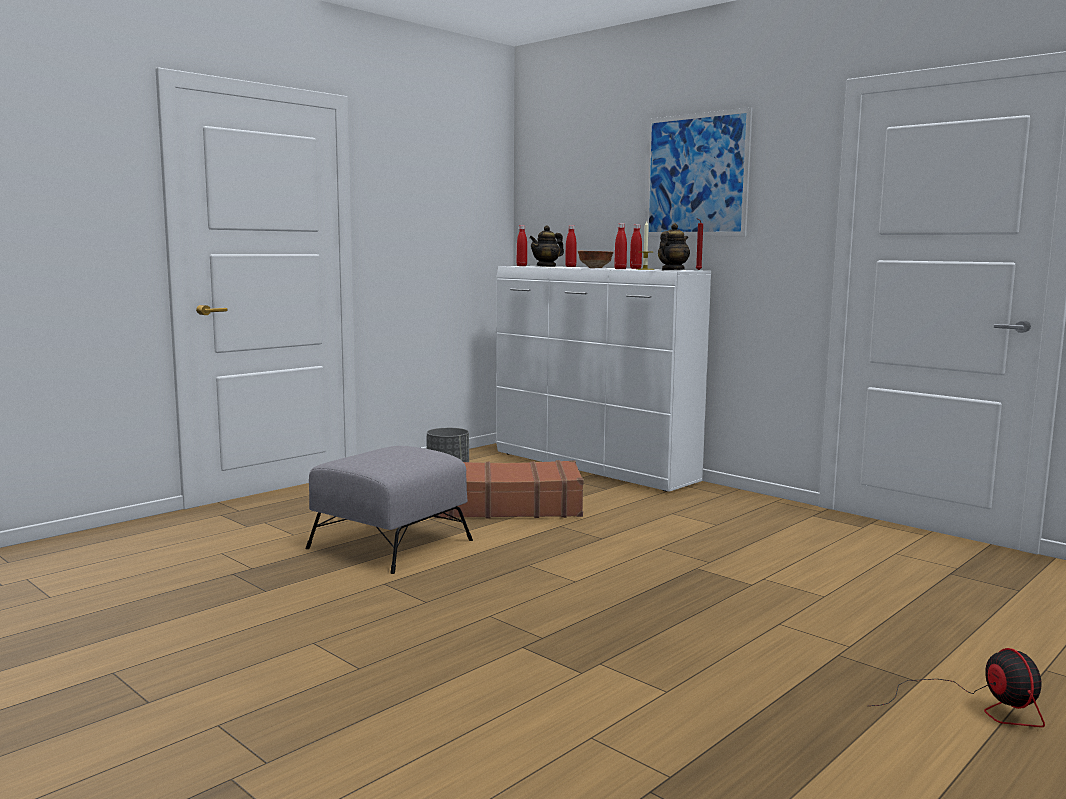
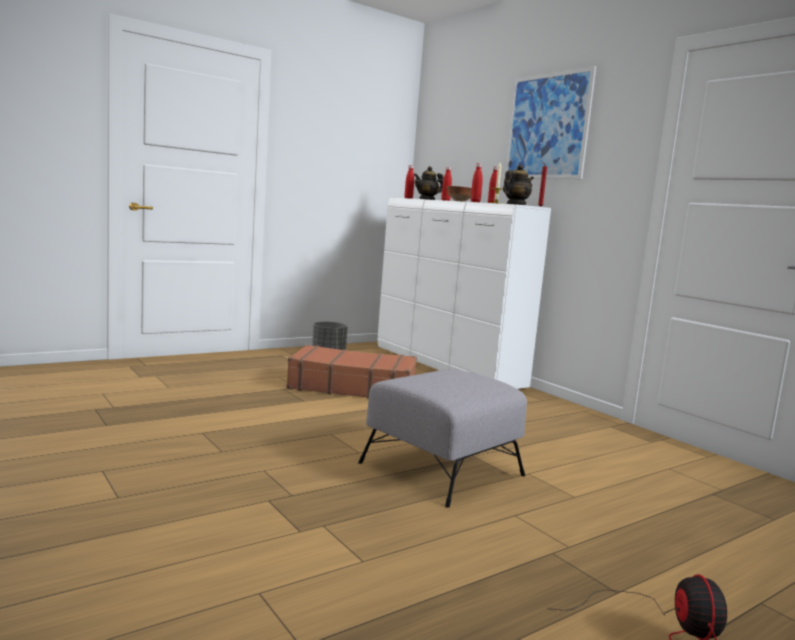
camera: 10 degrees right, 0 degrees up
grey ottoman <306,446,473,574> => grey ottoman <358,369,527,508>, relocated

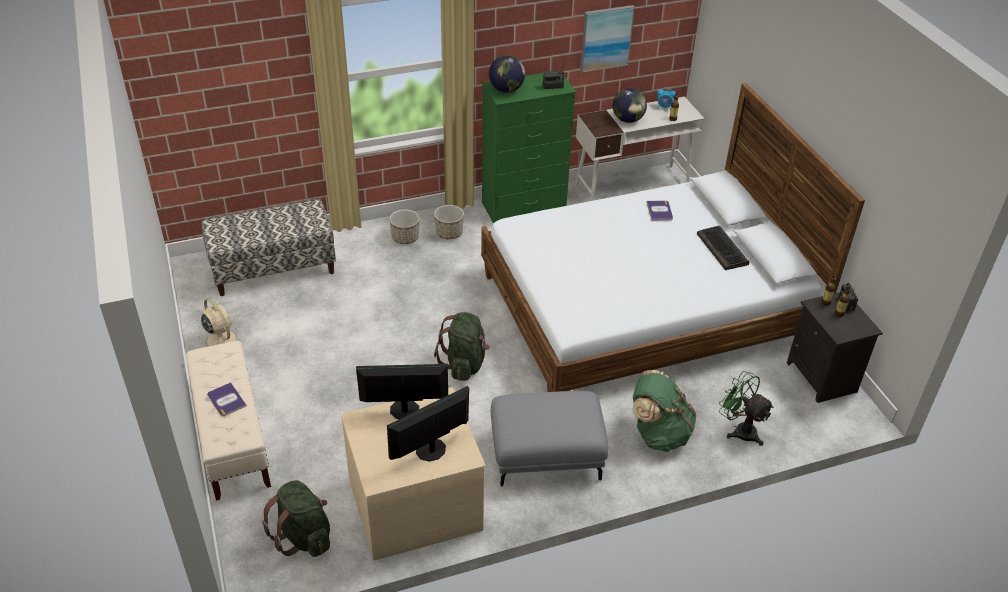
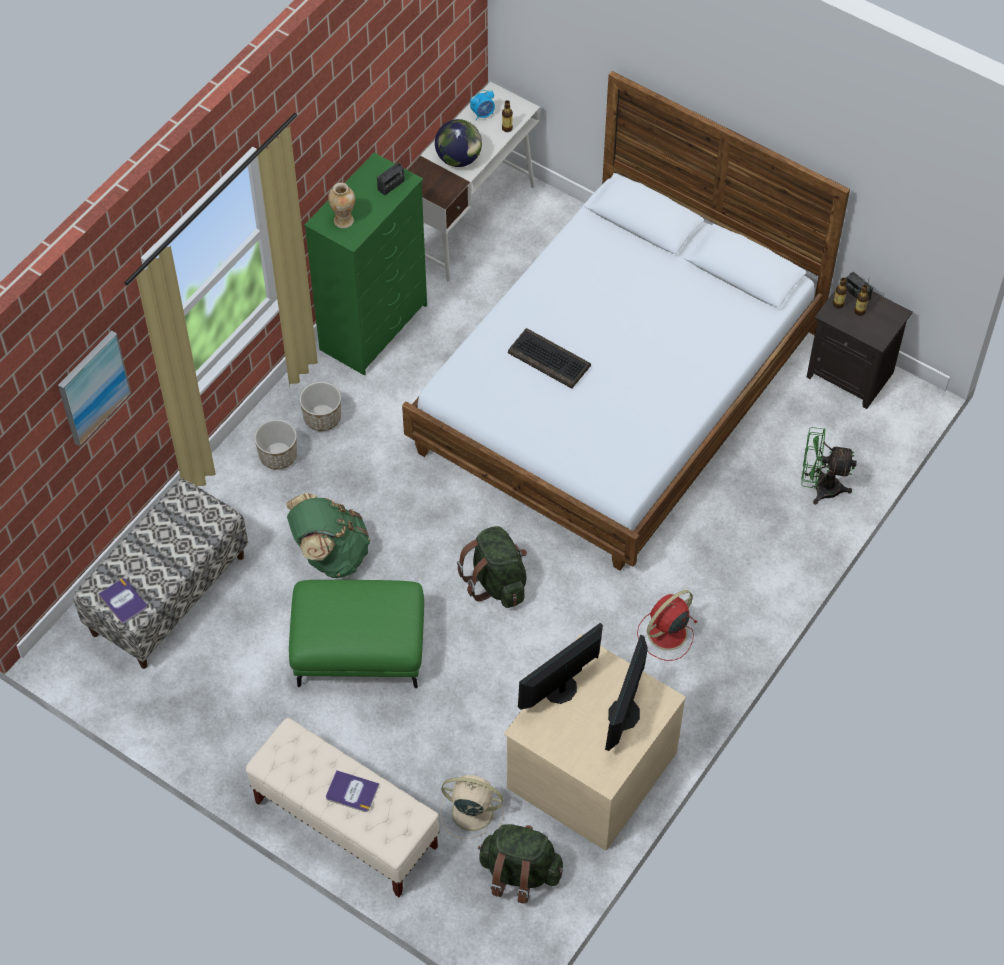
camera: 35 degrees left, 15 degrees up
picture <580,5,635,73> => picture <58,331,131,446>, relocated
book <647,200,673,221> => book <98,578,147,624>, relocated
green backpack <632,370,697,452> => green backpack <287,493,370,578>, relocated
nothing => green ottoman <289,580,424,688>
globe <489,55,525,93> => vase <328,183,355,228>
beige fan <197,298,244,348> => beige fan <440,775,504,839>, relocated
keyboard <697,226,749,270> => keyboard <508,328,591,389>, relocated
grey ottoman <491,391,608,486> => red fan <637,590,698,661>

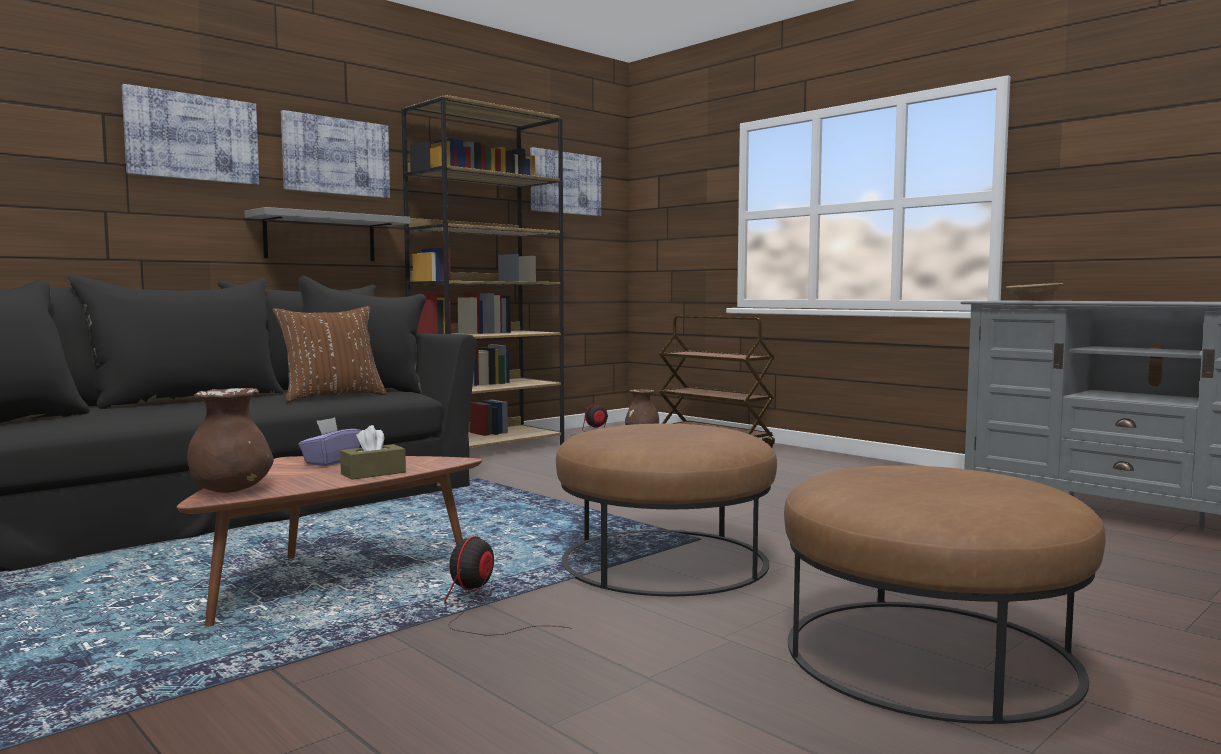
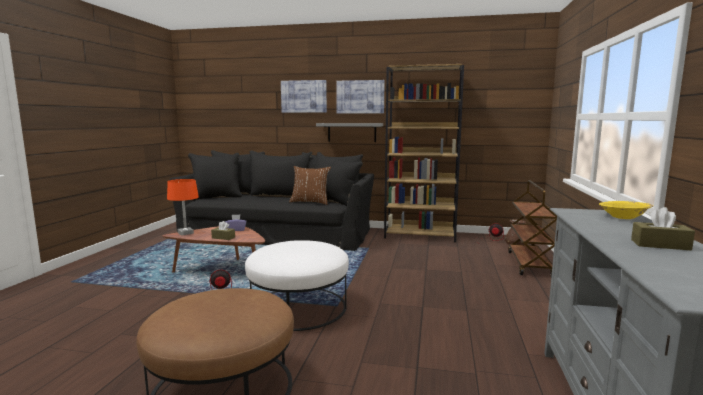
camera: 55 degrees right, 5 degrees up
brown vase <187,388,274,493> => orange table lamp <167,179,199,236>
brown ottoman <556,424,777,596> => white ottoman <245,240,349,331>
brown bowl <1006,283,1064,300> => yellow bowl <599,201,653,219>
nothing => brown tissue box <631,207,695,251>
picture <530,147,601,216> => nothing

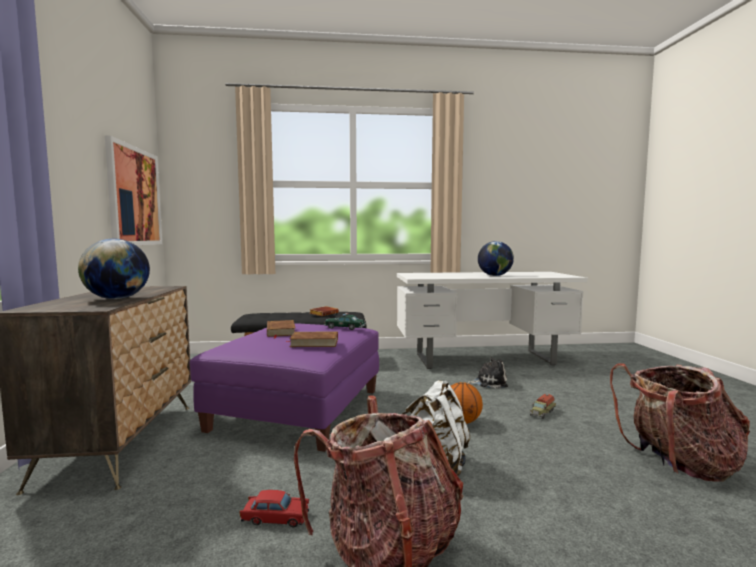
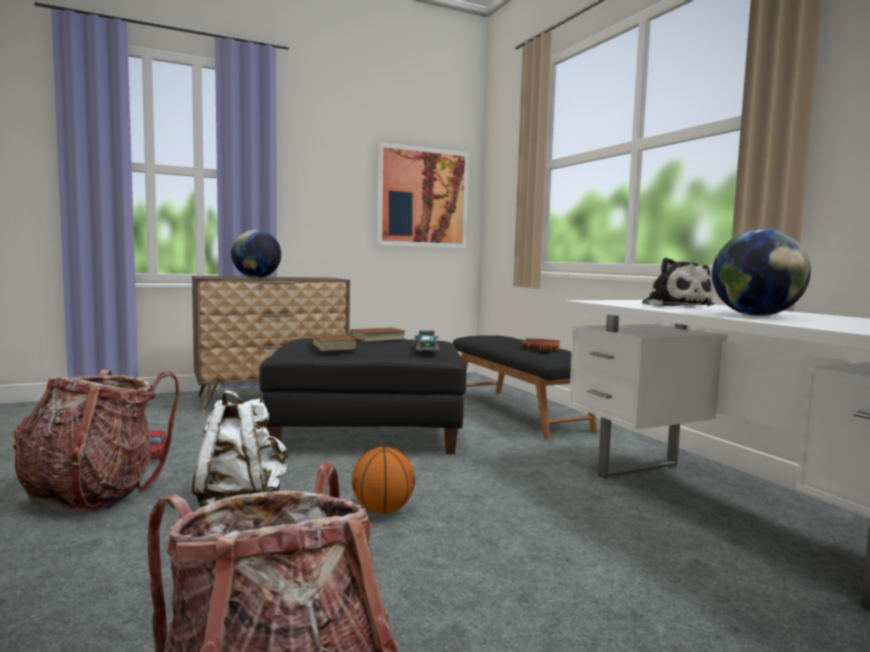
camera: 70 degrees right, 0 degrees up
purple ottoman <190,323,379,452> => black ottoman <259,338,466,454>
plush toy <466,357,508,389> => plush toy <642,258,714,306>, relocated
toy truck <530,394,556,419> => nothing

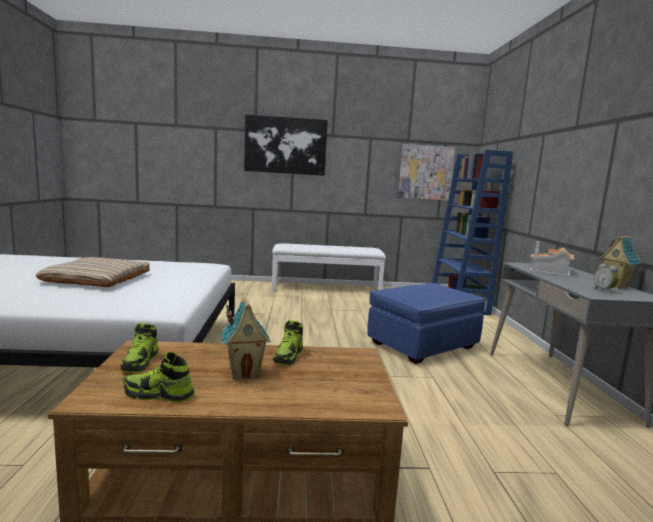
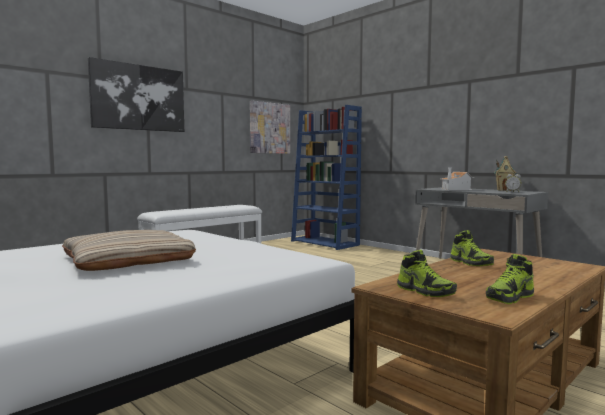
camera: 40 degrees left, 5 degrees down
toy house <221,296,271,380> => nothing
blue ottoman <367,283,486,364> => nothing

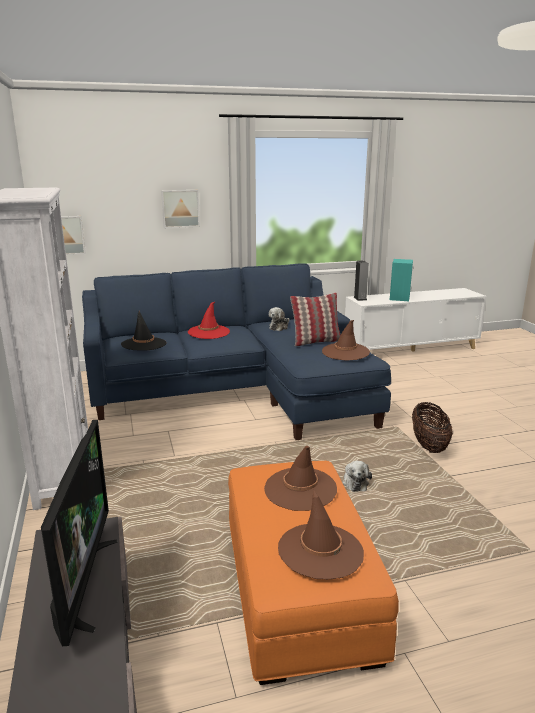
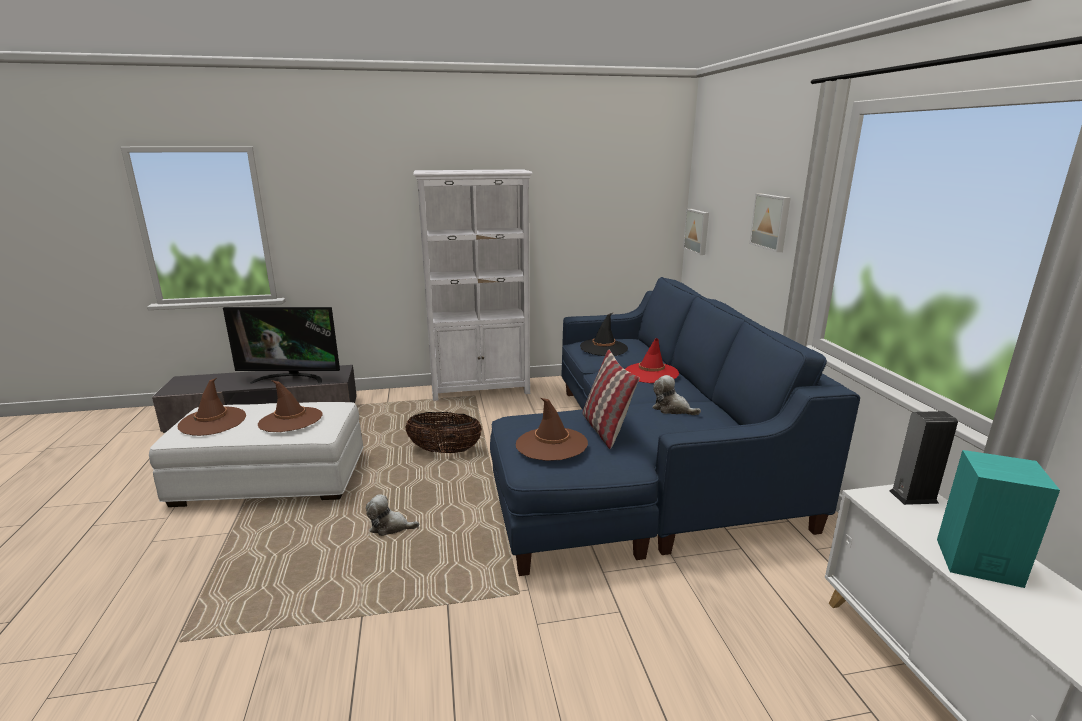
camera: 95 degrees right, 0 degrees up
orange ottoman <228,461,399,685> => white ottoman <149,402,363,507>
basket <412,402,453,453> => basket <405,412,482,453>, relocated

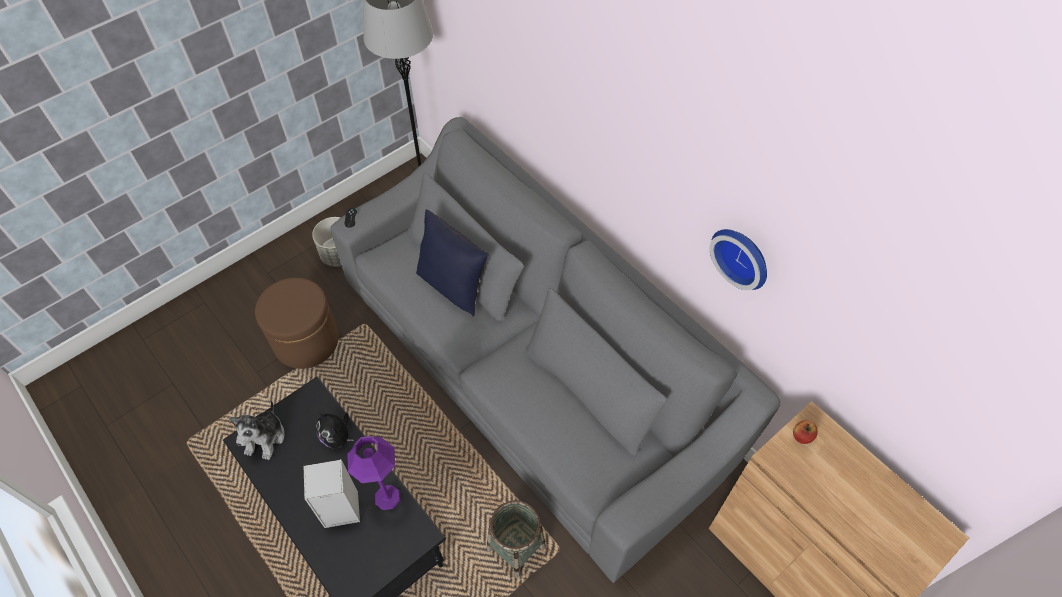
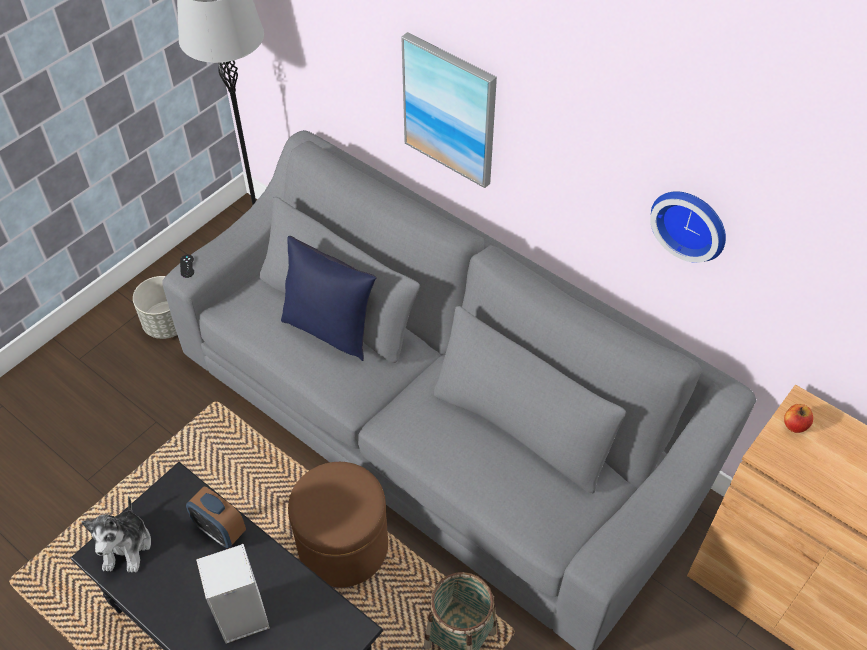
camera: 10 degrees left, 5 degrees down
plush toy <316,412,354,448> => alarm clock <186,486,246,548>
brown ottoman <255,277,339,369> => brown ottoman <288,462,388,587>, relocated
nothing => picture <401,32,497,188>
purple table lamp <347,436,400,510> => nothing

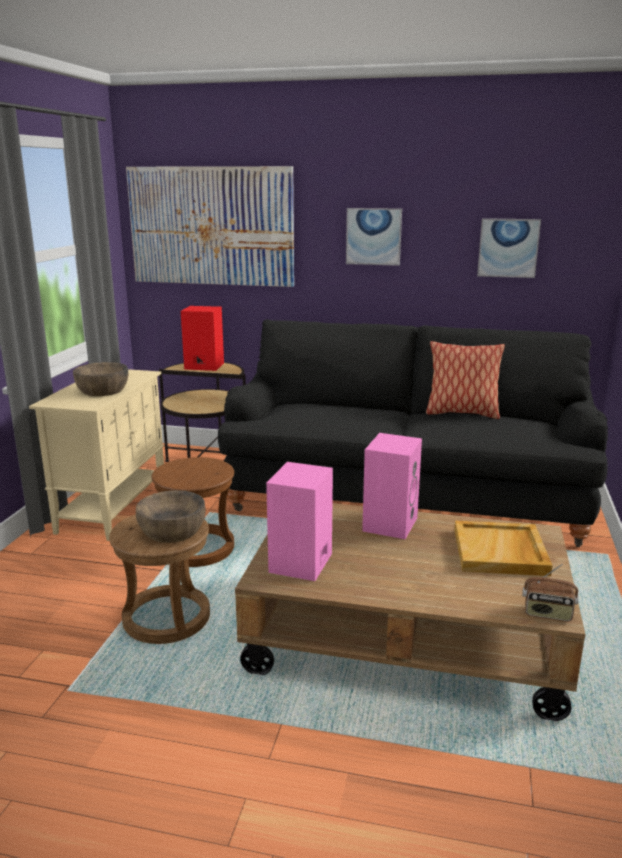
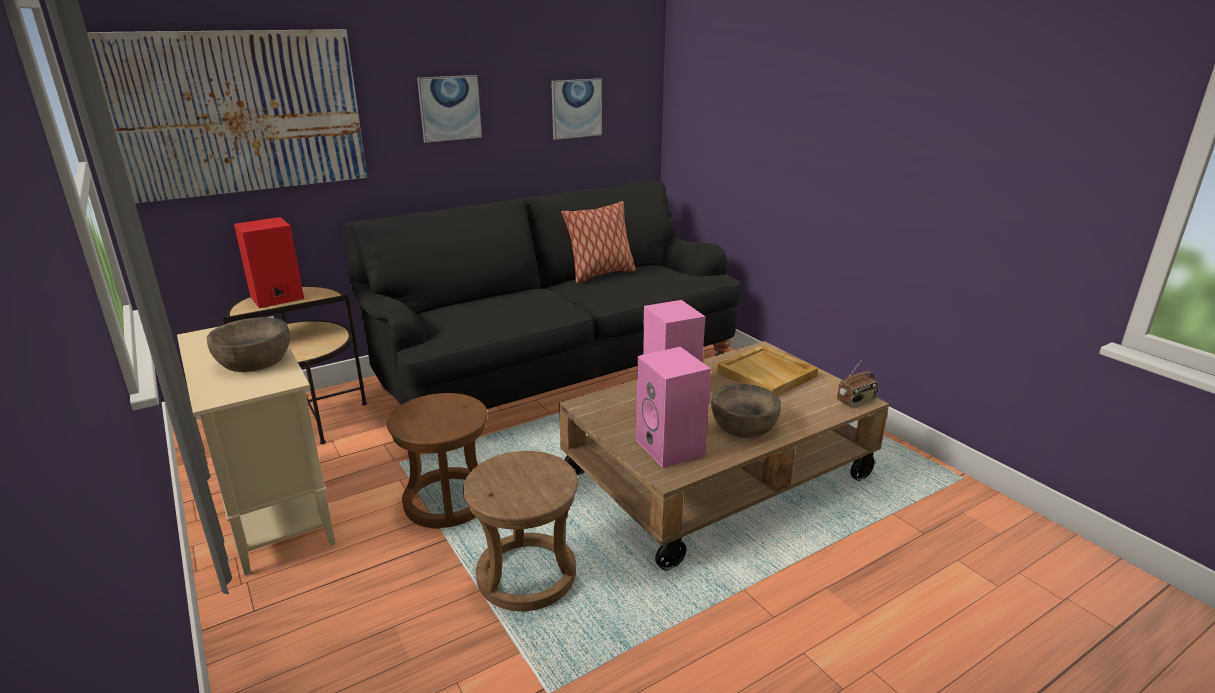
camera: 45 degrees left, 5 degrees up
brown bowl <136,490,205,543> => brown bowl <711,384,781,438>, relocated

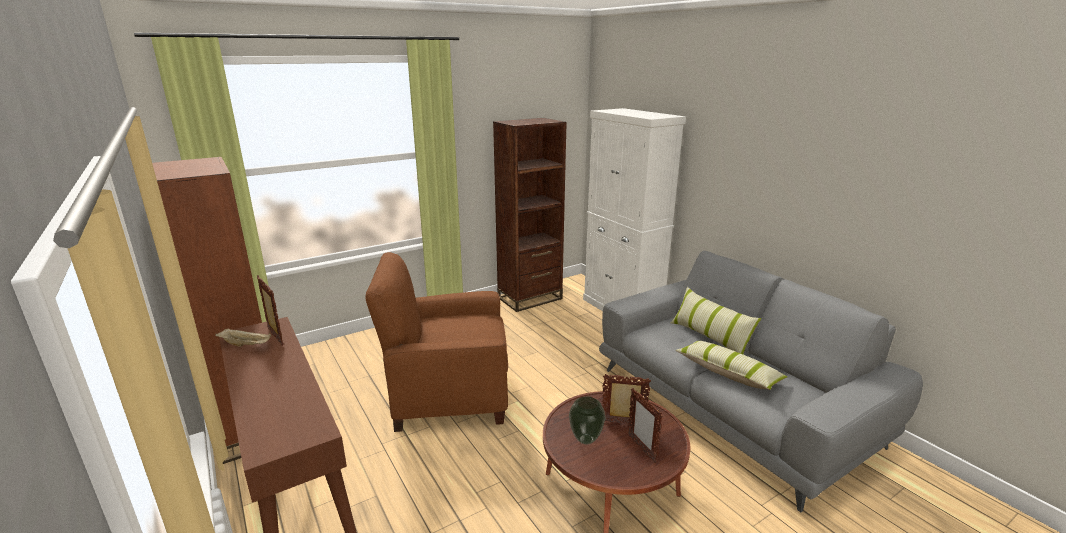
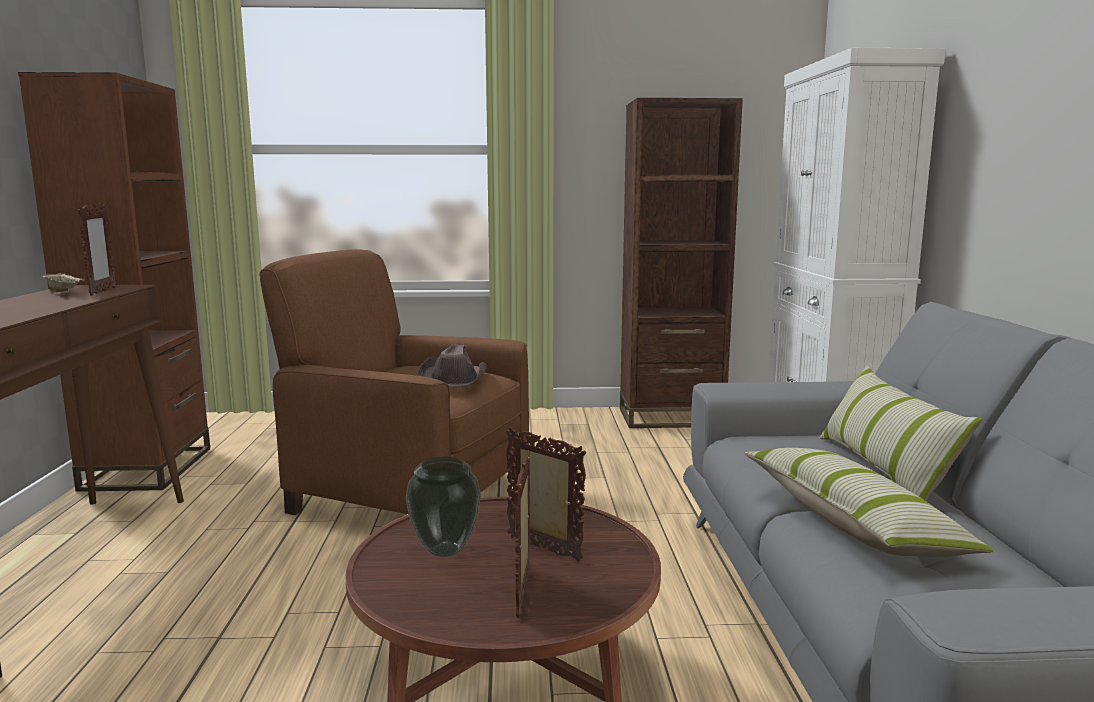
camera: 30 degrees right, 10 degrees down
nothing => brown hat <417,344,488,388>

